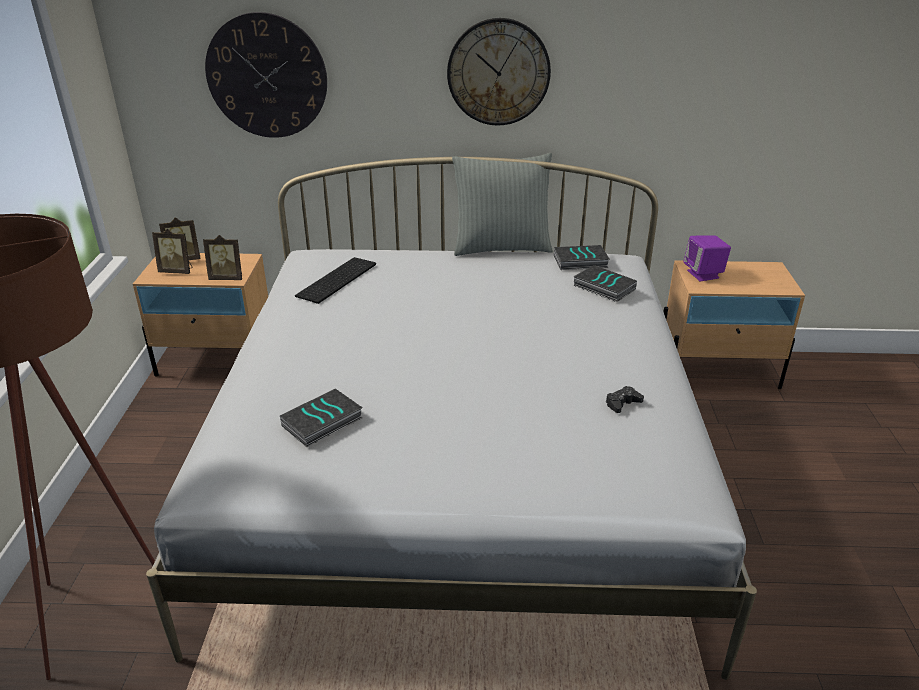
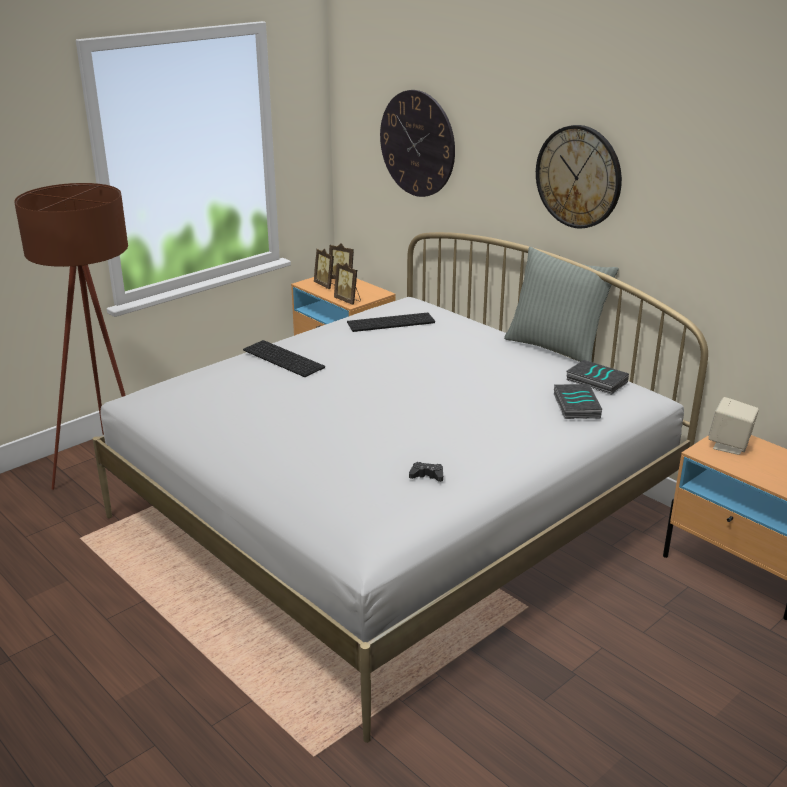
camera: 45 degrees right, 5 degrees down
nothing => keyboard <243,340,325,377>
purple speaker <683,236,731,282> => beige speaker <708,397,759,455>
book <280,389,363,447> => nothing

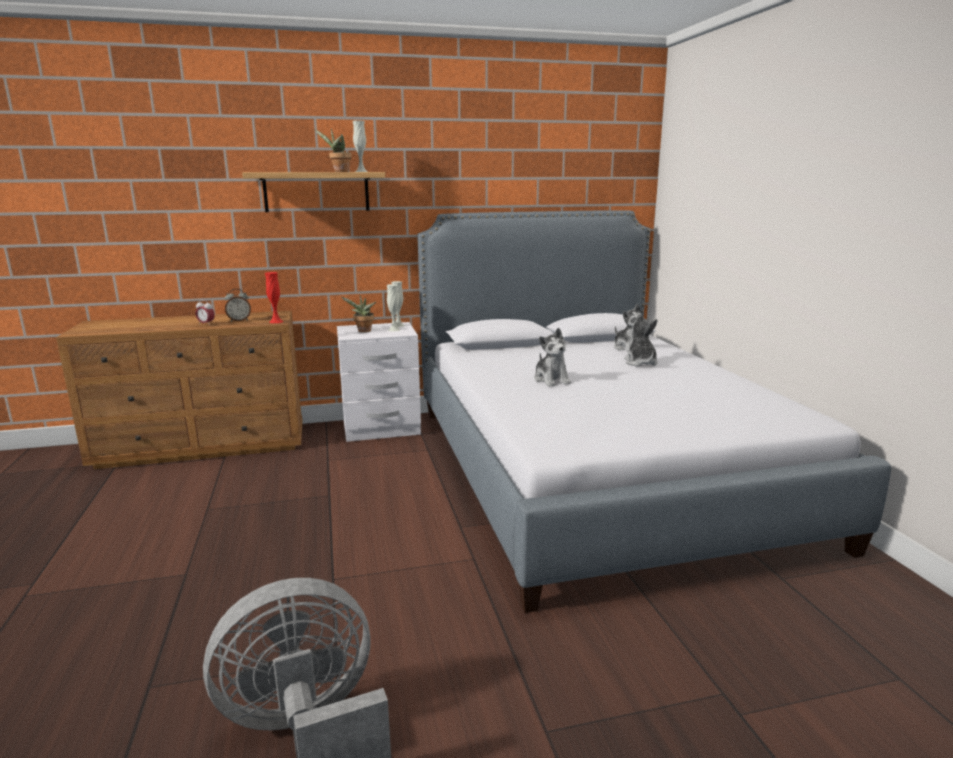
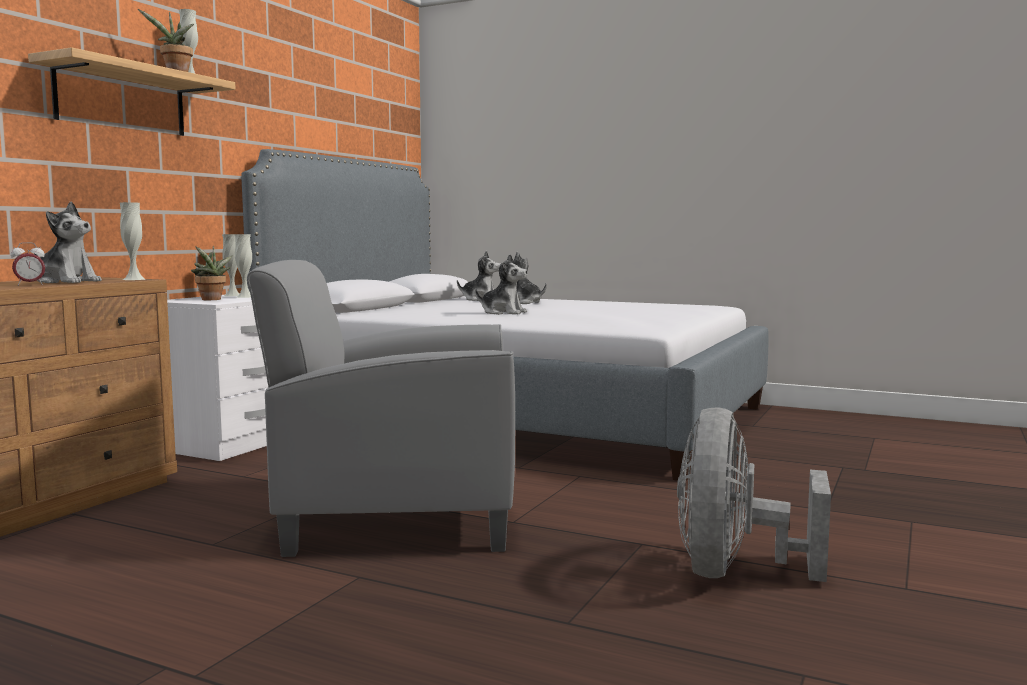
camera: 50 degrees left, 10 degrees down
alarm clock <225,289,251,322> => plush toy <35,201,102,283>
red vase <265,272,284,323> => white vase <120,202,145,280>
nothing => grey armchair <247,260,515,557>

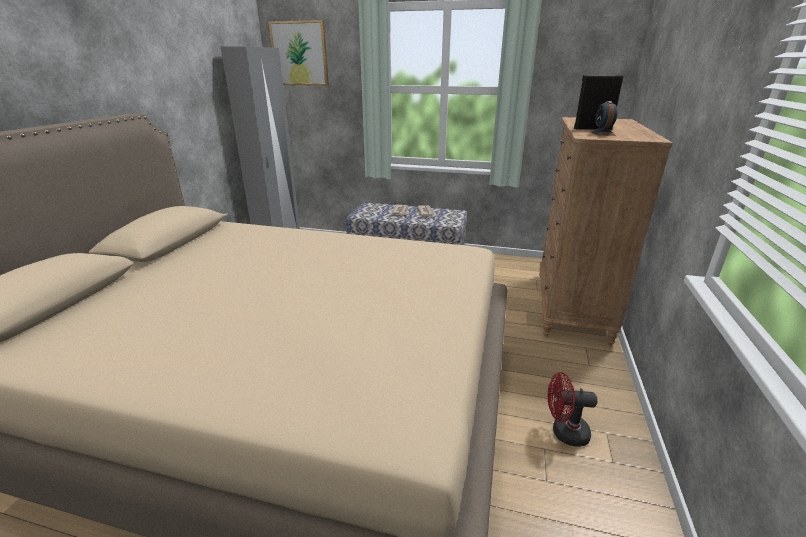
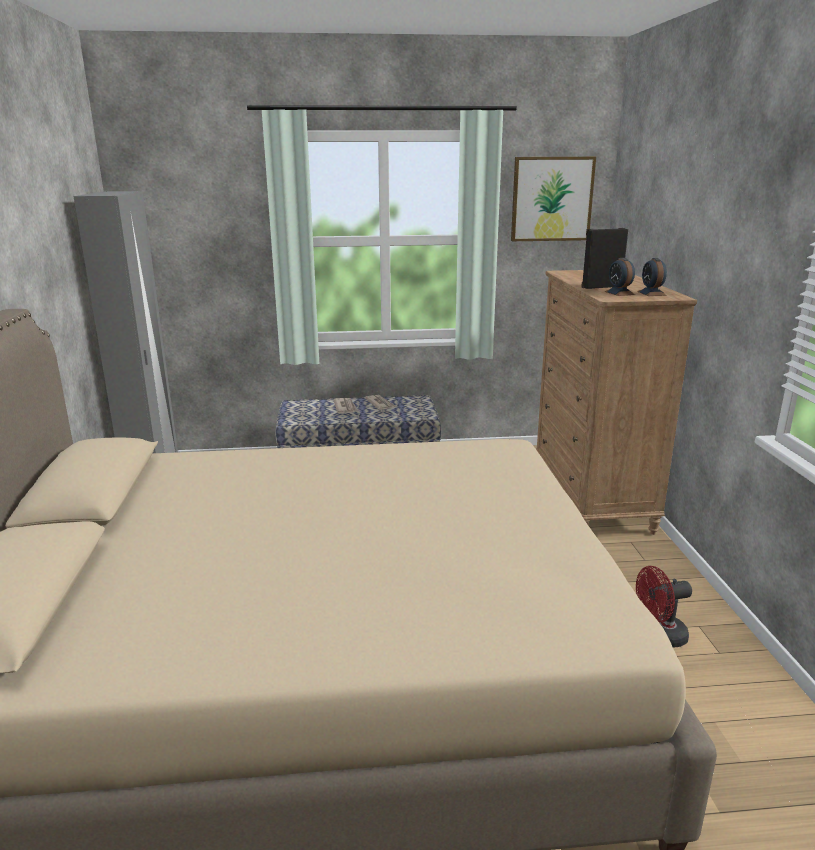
camera: 20 degrees left, 5 degrees down
picture <269,20,329,86> => picture <511,157,596,241>, relocated
nothing => alarm clock <637,258,667,296>

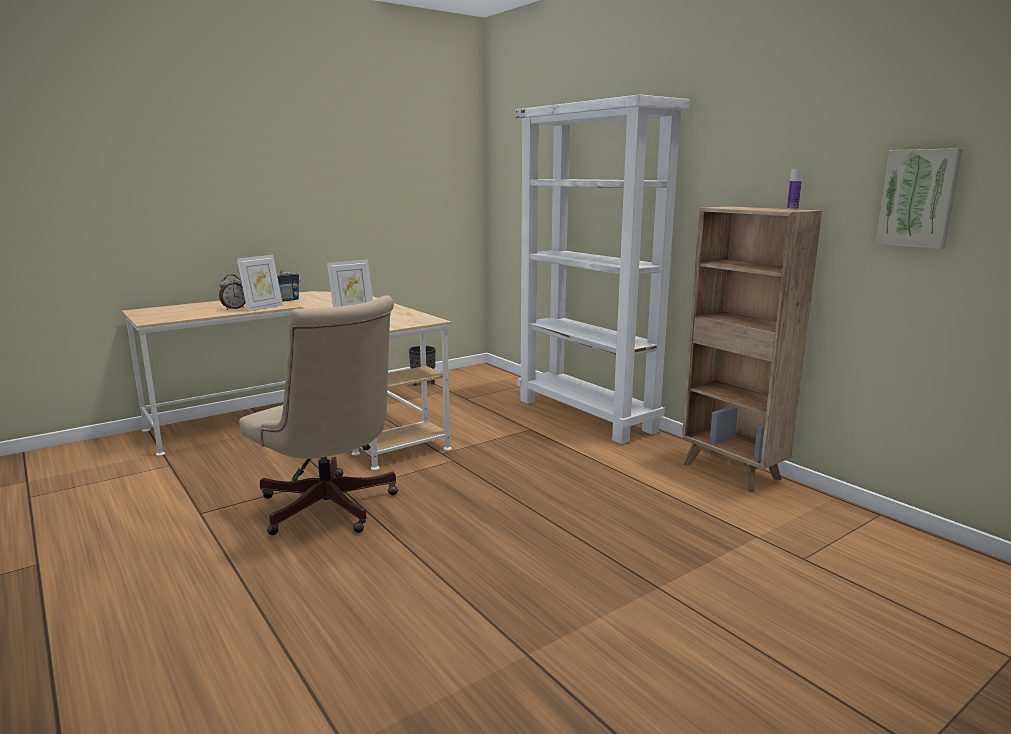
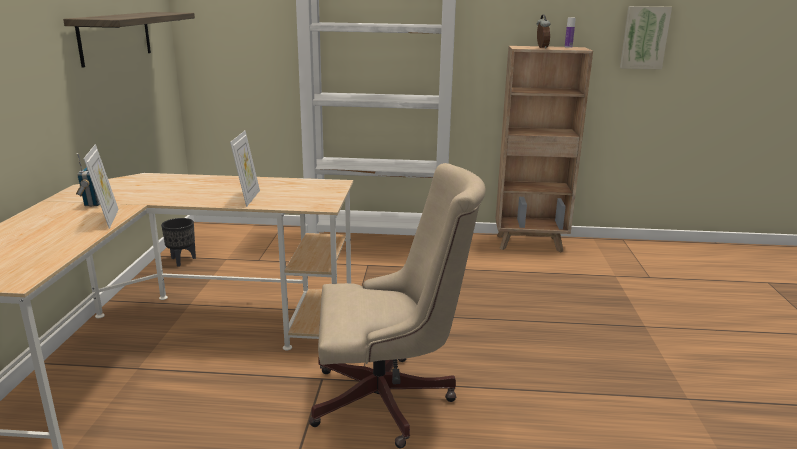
camera: 50 degrees left, 5 degrees up
nothing => shelf <63,12,195,68>
alarm clock <219,275,246,310> => alarm clock <537,14,550,49>, relocated

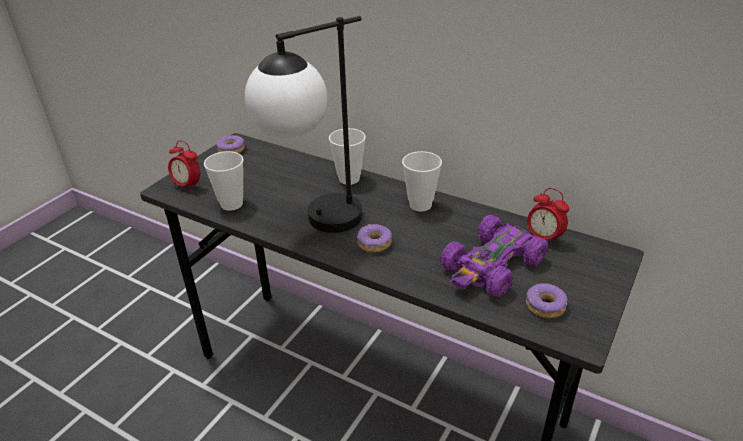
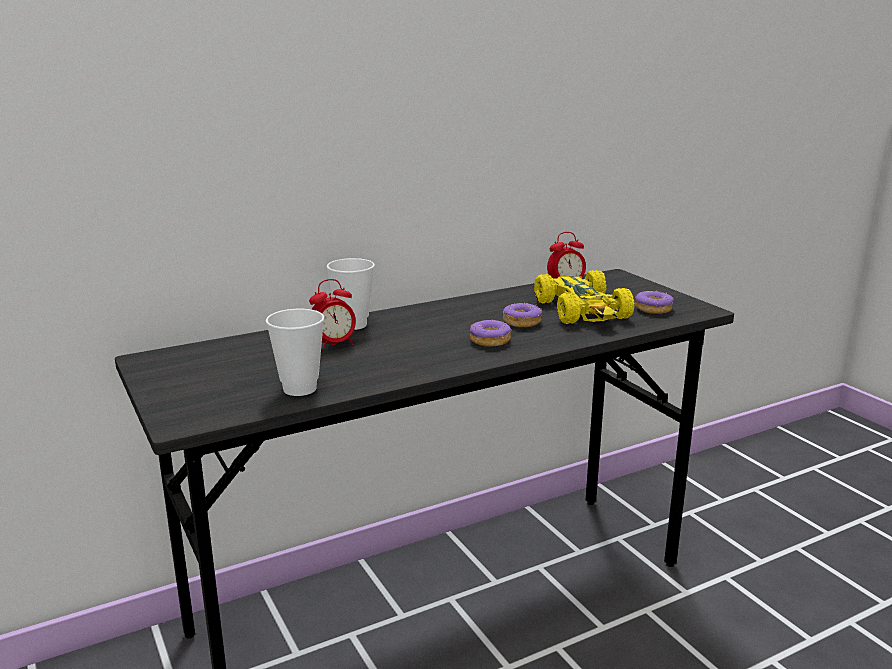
camera: 60 degrees left, 15 degrees down
alarm clock <168,141,200,192> => alarm clock <309,279,356,351>, relocated
donut <216,135,245,153> => donut <503,303,542,328>, relocated
purple toy car <440,215,549,297> => yellow toy car <534,270,635,324>
table lamp <245,16,362,233> => nothing
cup <402,151,442,212> => nothing

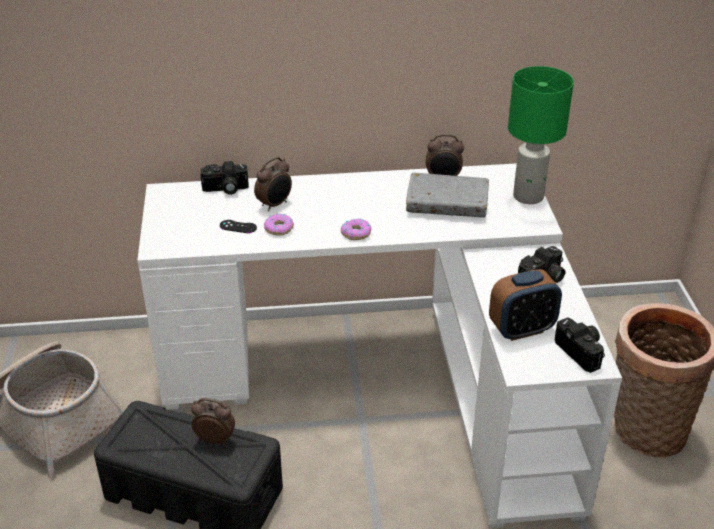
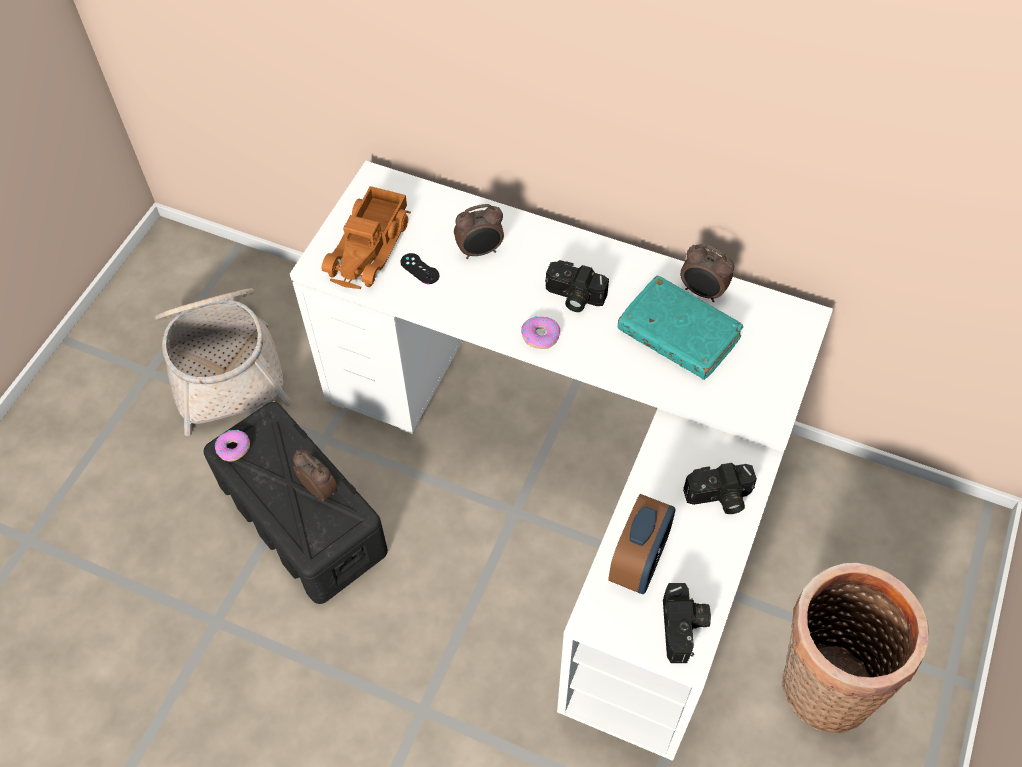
camera: 30 degrees right, 20 degrees up
donut <264,213,294,236> => donut <215,430,250,462>, relocated
nothing => toy truck <321,186,411,289>
photo camera <200,161,249,195> => photo camera <545,260,609,312>, relocated
alarm clock <489,269,562,341> => alarm clock <608,494,676,594>, 75 degrees counterclockwise
grey book <406,173,489,218> => turquoise book <618,275,743,380>
green table lamp <508,66,574,204> => nothing

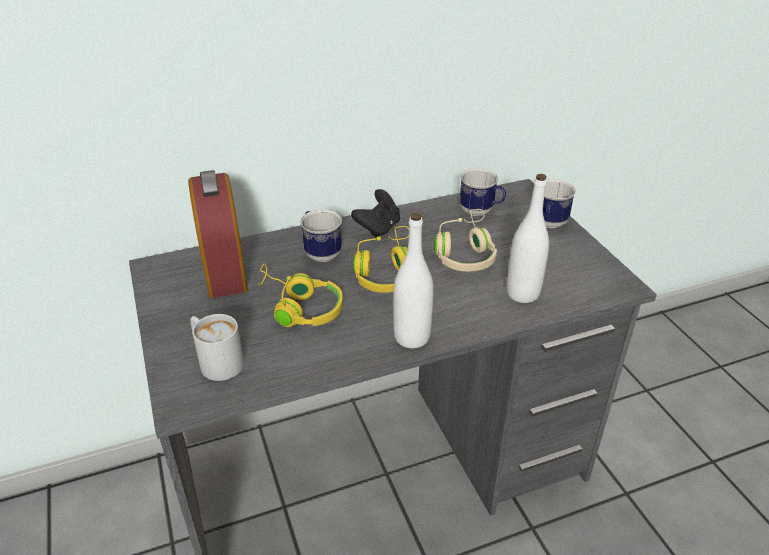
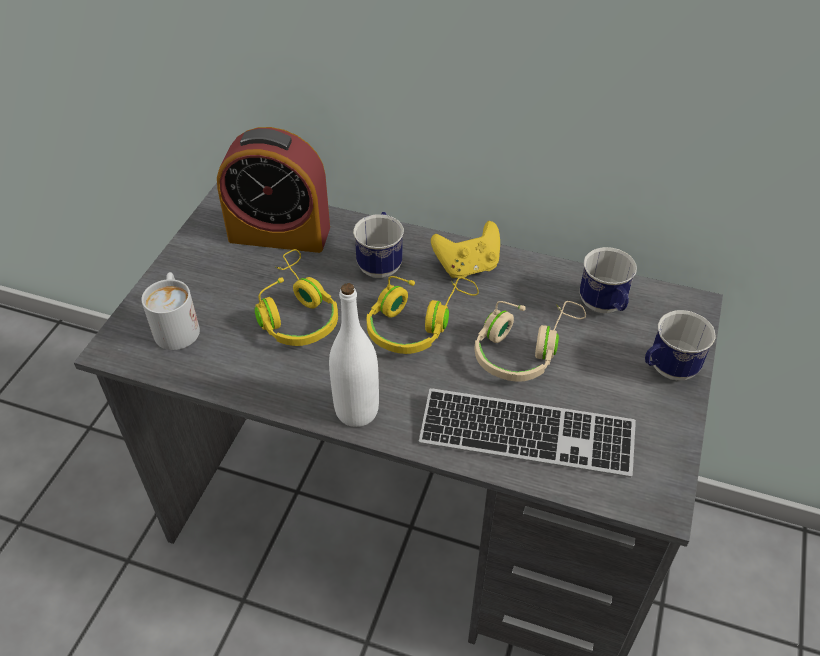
camera: 40 degrees right, 10 degrees up
alarm clock <188,170,248,298> => alarm clock <217,127,330,253>, 105 degrees counterclockwise
white bottle <507,174,549,303> => keyboard <419,388,636,478>
black game controller <351,189,400,237> => yellow game controller <431,221,500,278>

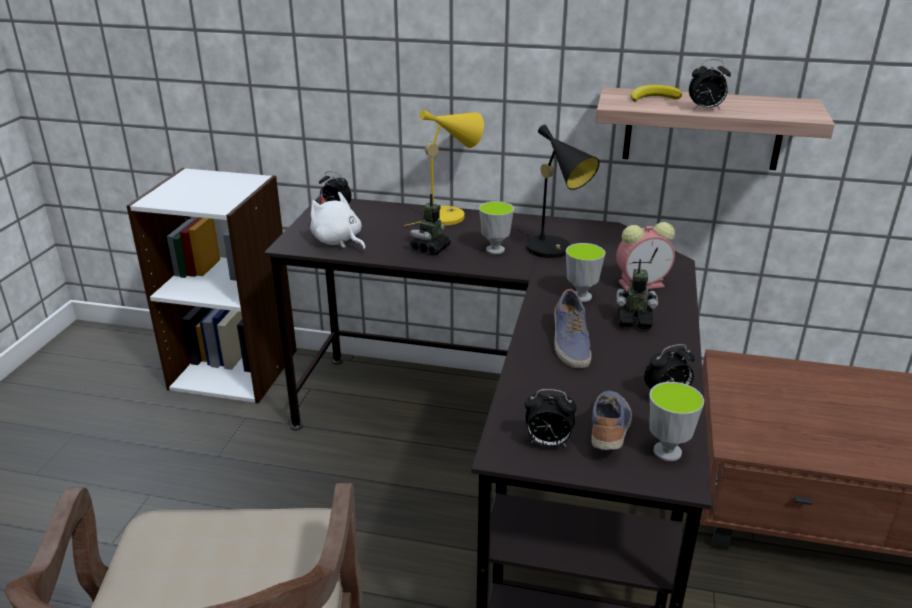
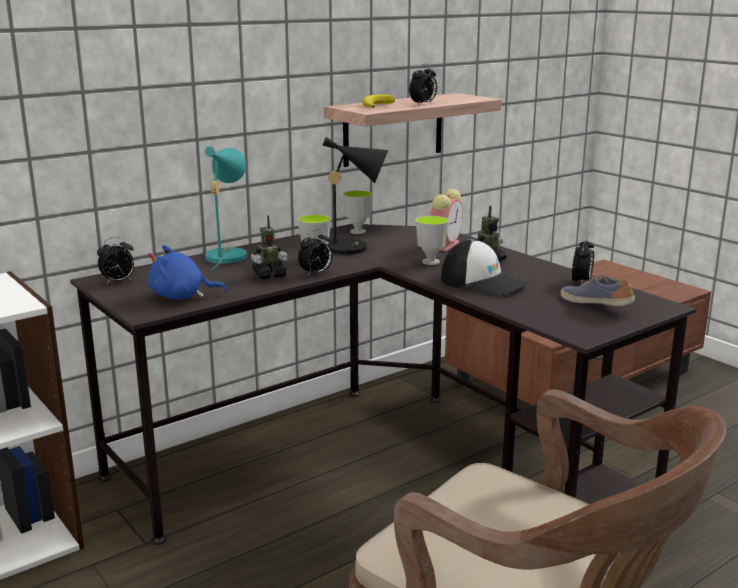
camera: 50 degrees left, 10 degrees down
white plush toy <310,192,366,250> => blue plush toy <148,245,227,299>
yellow table lamp <404,109,484,226> => turquoise table lamp <205,146,247,271>
toy robot <410,194,451,255> => toy robot <251,215,288,279>, 90 degrees counterclockwise
alarm clock <525,389,577,447> => alarm clock <298,229,333,276>, relocated
cup <649,382,704,461> => cup <343,190,373,234>, relocated
shoe <554,289,591,368> => cap <441,240,528,297>

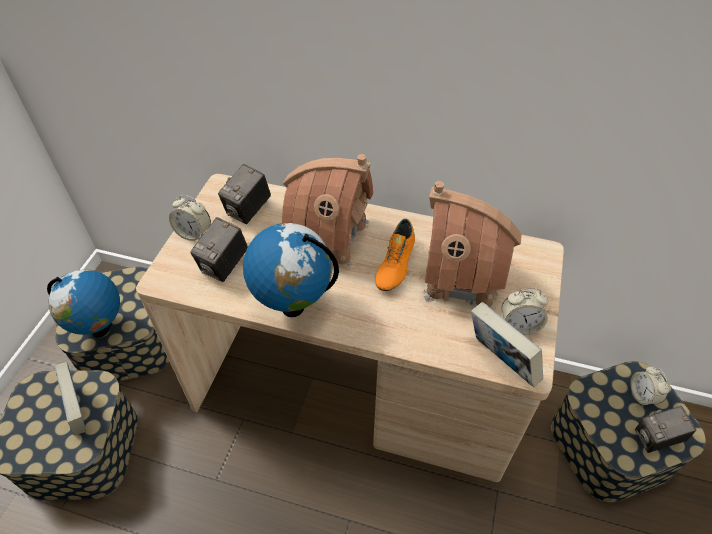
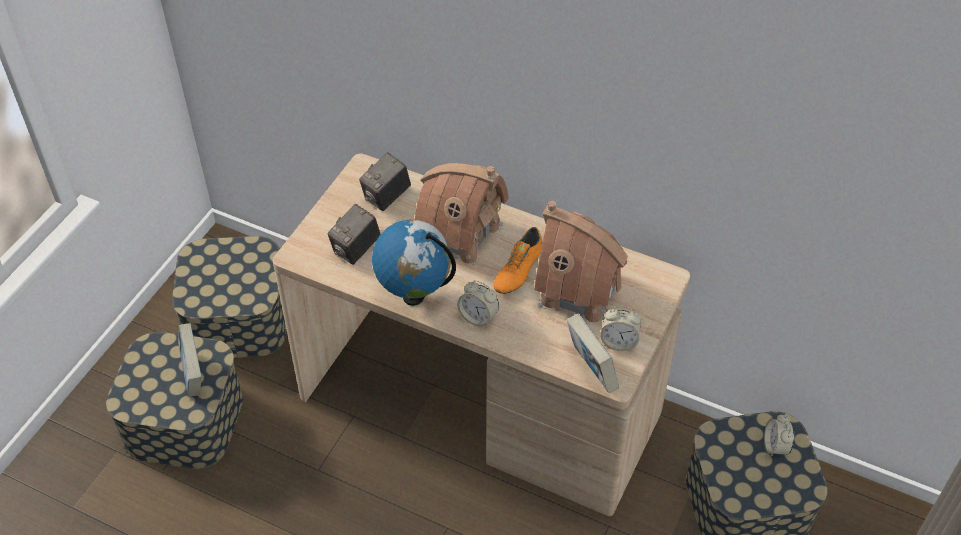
camera: 10 degrees right, 0 degrees up
alarm clock <169,195,211,241> => alarm clock <457,280,499,328>, relocated
globe <47,269,120,338> => nothing
photo camera <635,406,696,453> => nothing

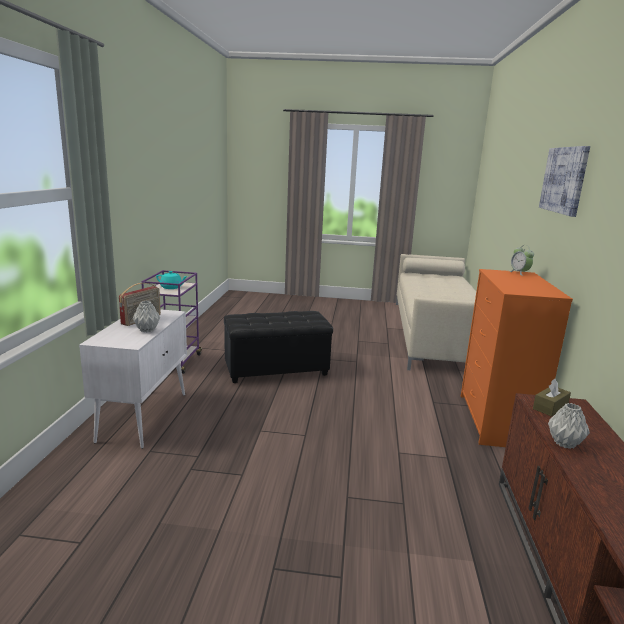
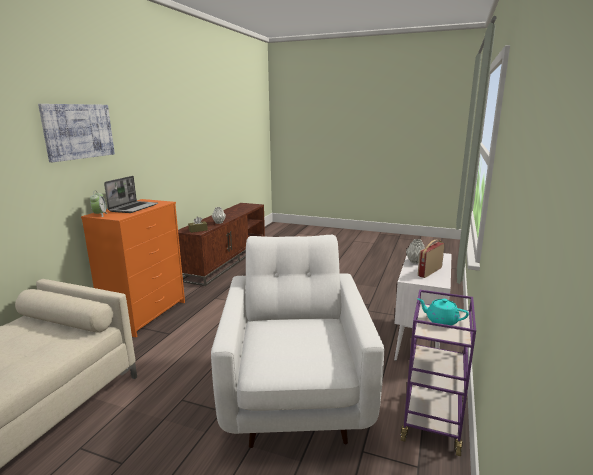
camera: 165 degrees left, 0 degrees up
nothing => laptop <104,176,158,213>
black ottoman <224,311,333,383> => white armchair <211,235,384,448>

